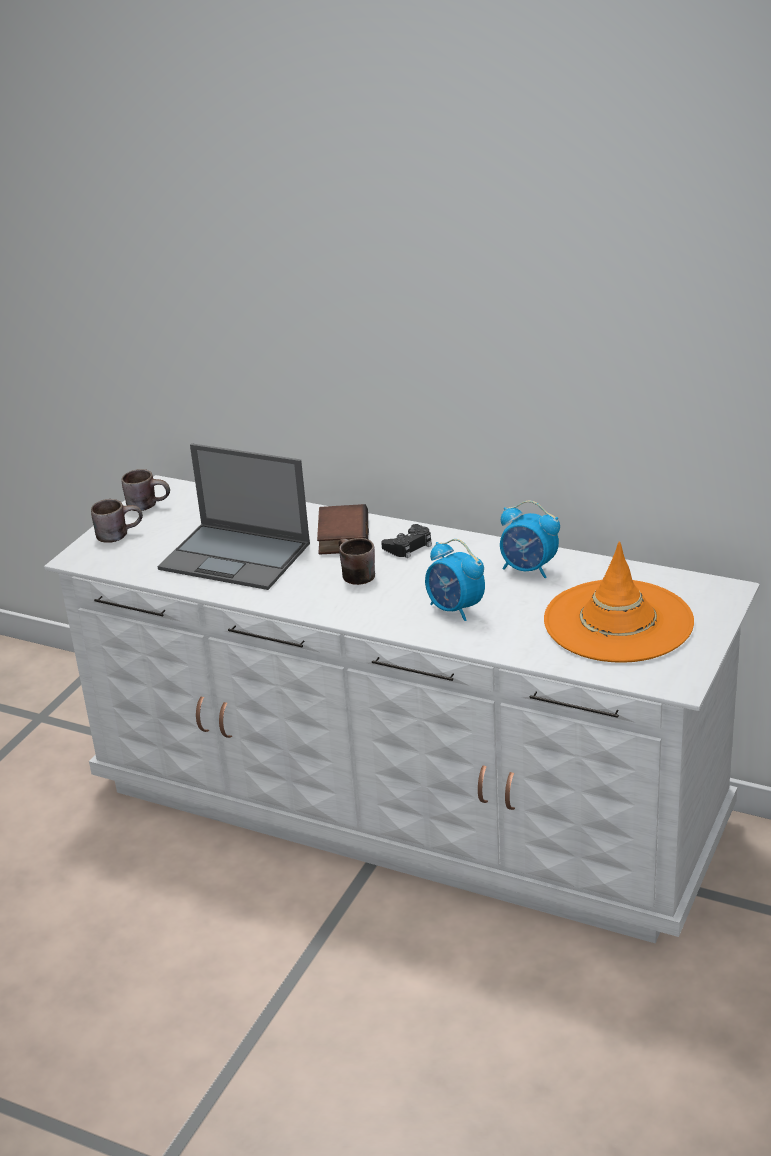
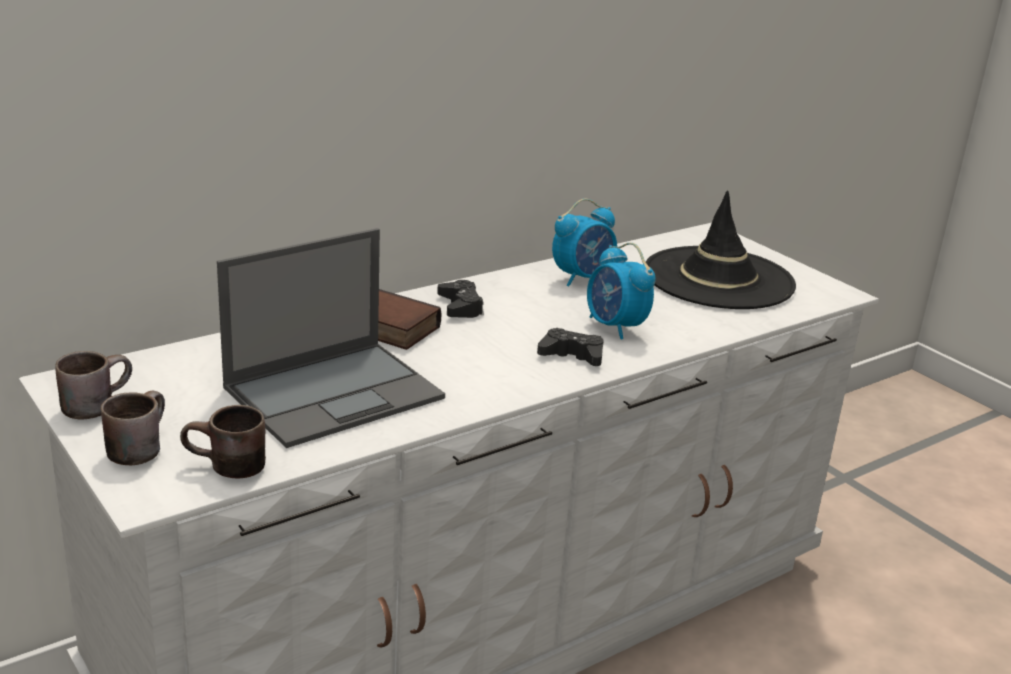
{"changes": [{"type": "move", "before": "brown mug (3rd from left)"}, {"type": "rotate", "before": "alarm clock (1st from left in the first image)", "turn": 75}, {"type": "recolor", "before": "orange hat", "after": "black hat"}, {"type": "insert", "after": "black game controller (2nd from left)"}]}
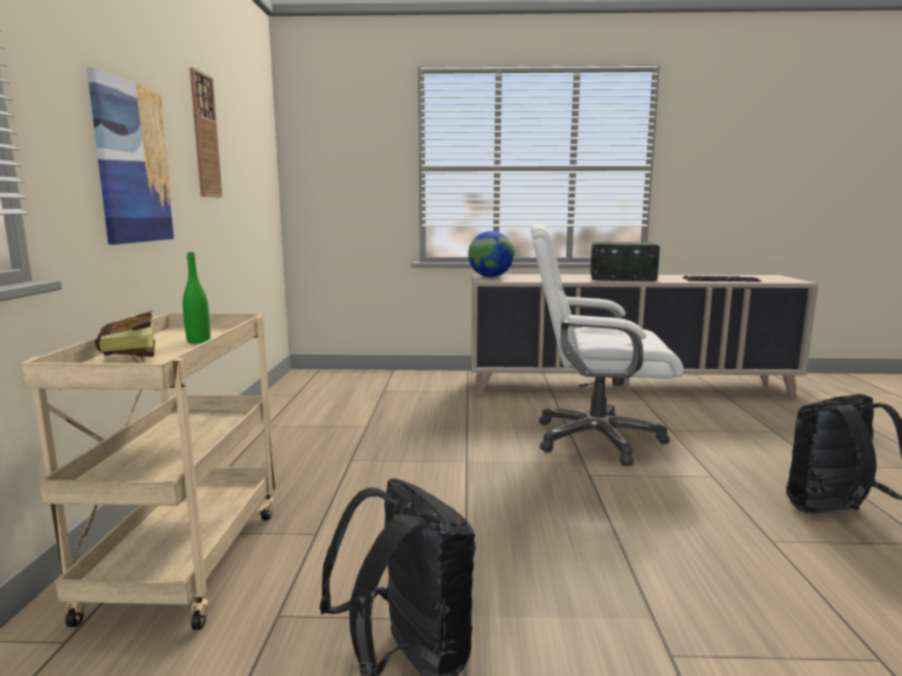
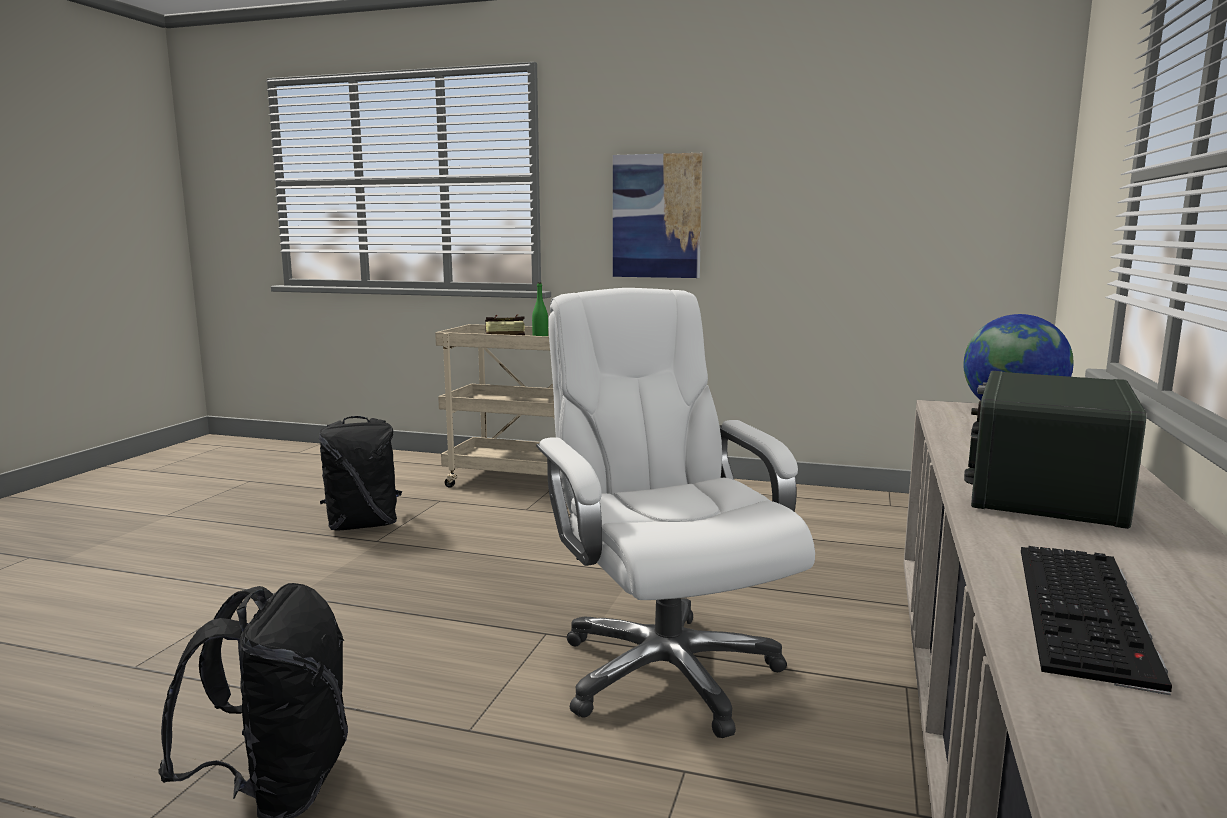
{"changes": [{"type": "delete", "before": "wall clock"}, {"type": "rotate", "before": "white office chair", "turn": -45}]}
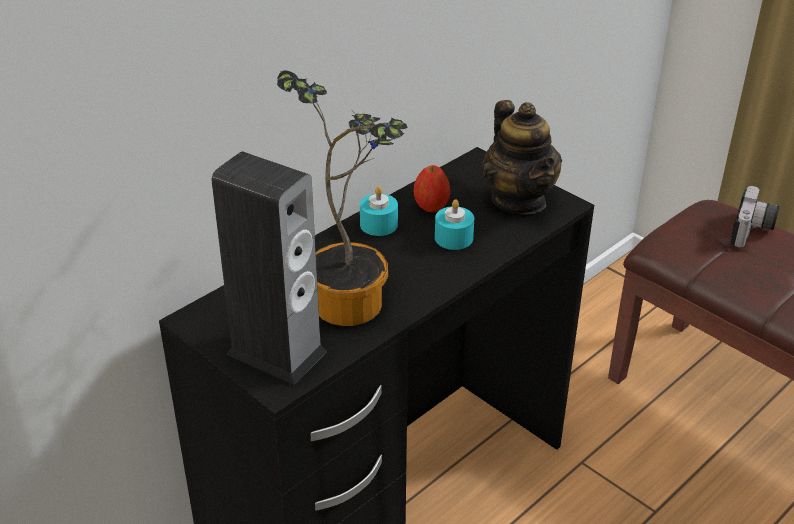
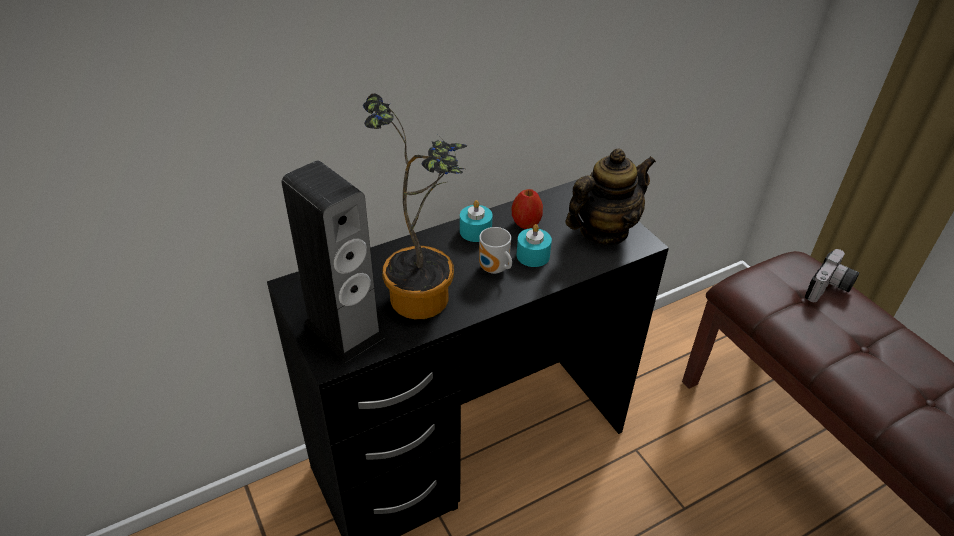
{"changes": [{"type": "rotate", "before": "teapot", "turn": -120}, {"type": "insert", "after": "mug"}]}
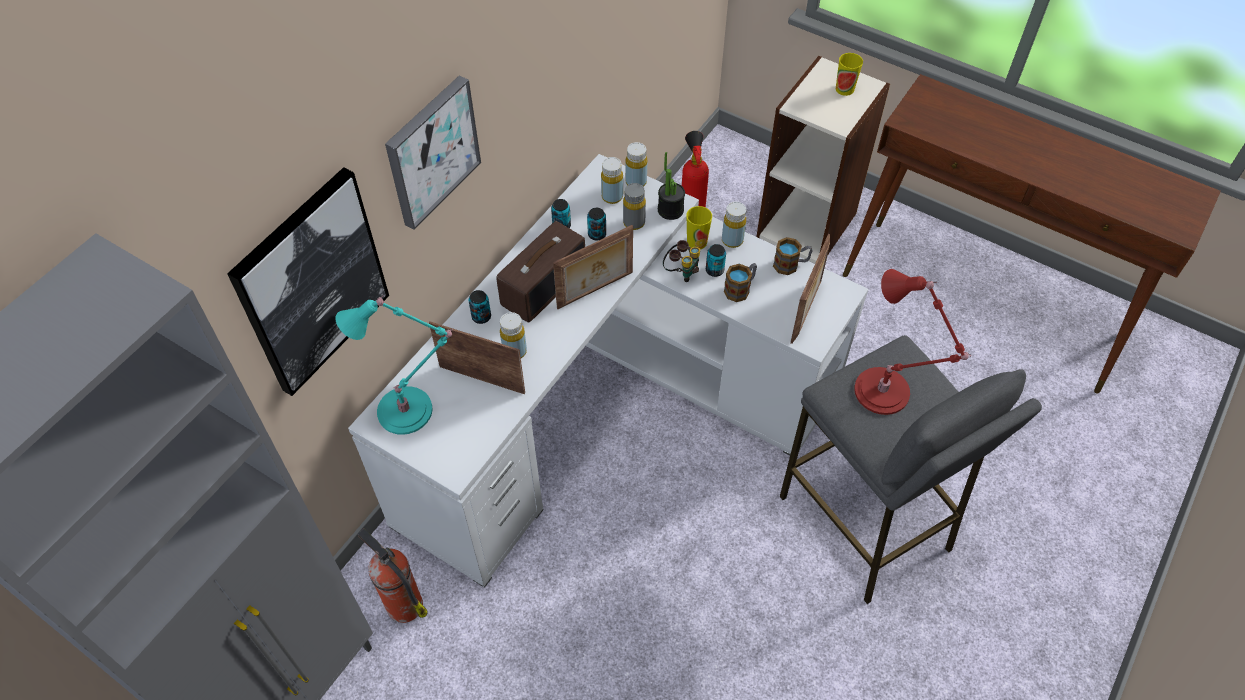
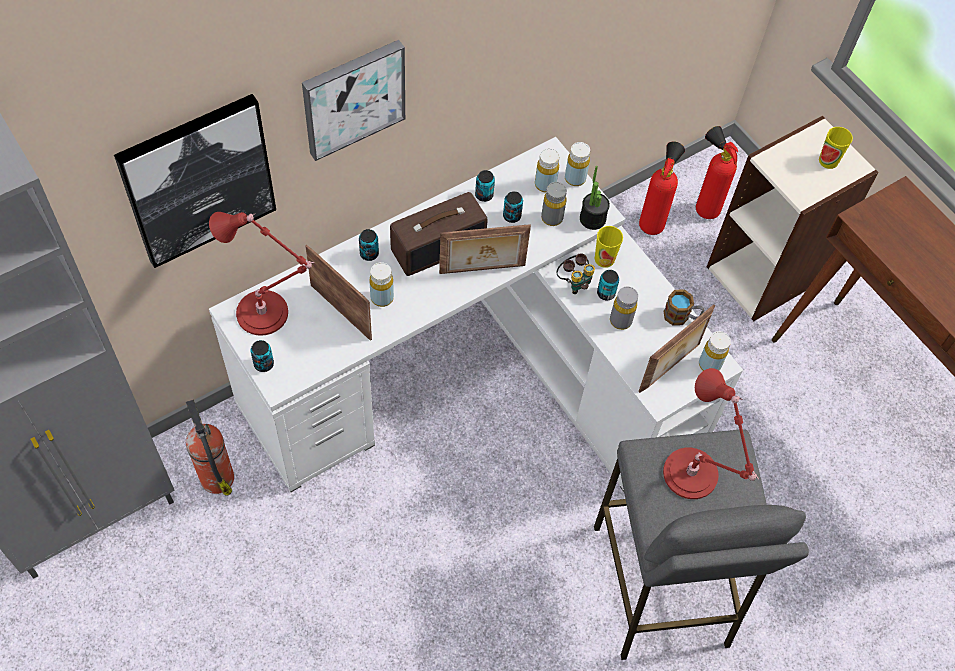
{"changes": [{"type": "recolor", "before": "turquoise table lamp", "after": "red table lamp (1st from left)"}, {"type": "move", "before": "yellow bottle (4th from left)"}, {"type": "replace", "before": "mug (1st from left)", "after": "grey bottle (2nd from left)"}, {"type": "insert", "after": "can (1st from left)"}, {"type": "insert", "after": "fire extinguisher (3rd from left)"}]}
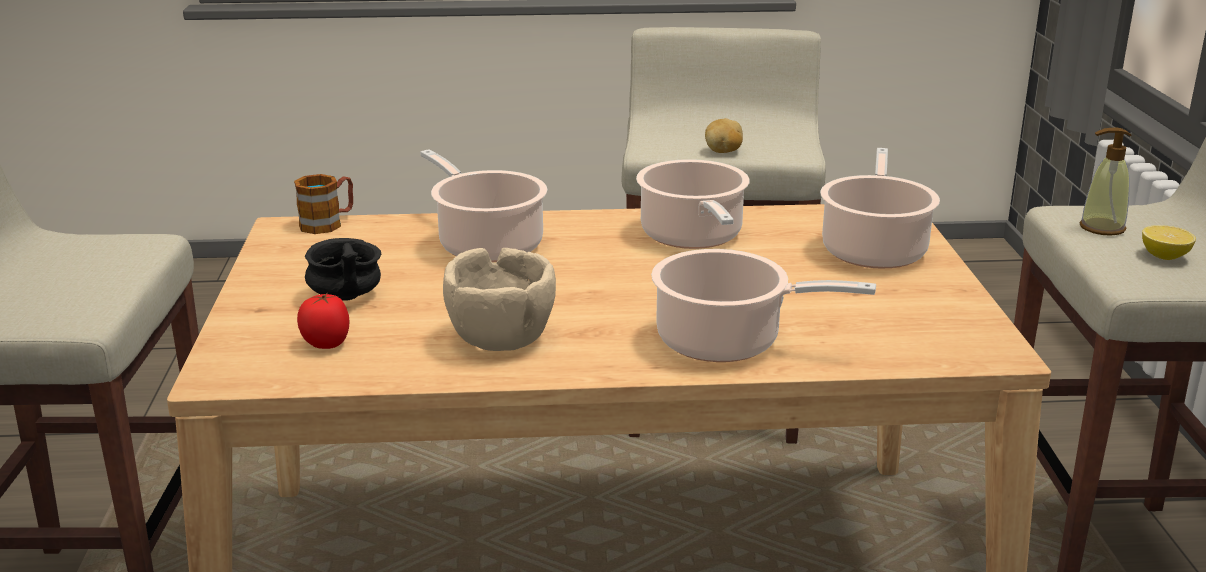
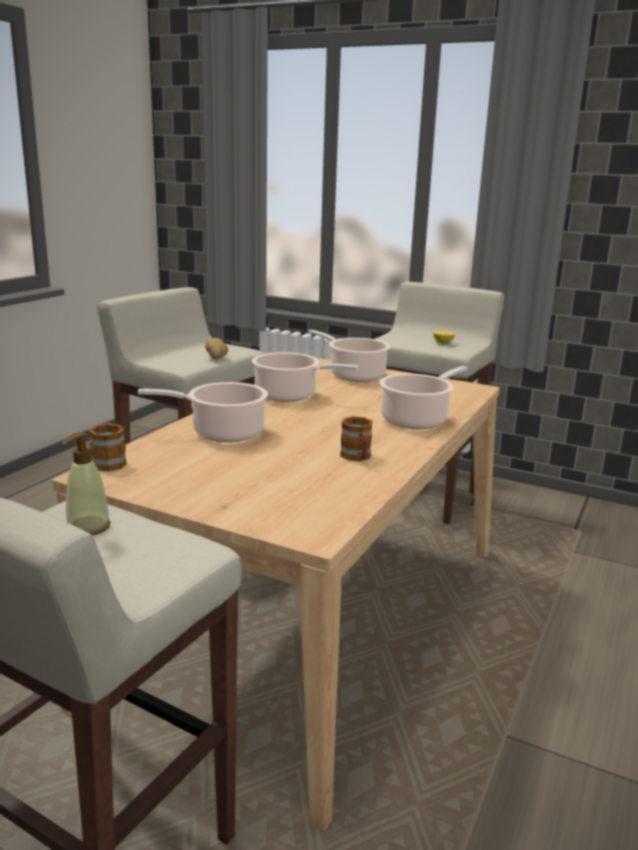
{"changes": [{"type": "delete", "before": "tomato"}, {"type": "delete", "before": "black bowl"}, {"type": "replace", "before": "beige bowl", "after": "mug (2nd from left)"}, {"type": "move", "before": "soap dispenser"}]}
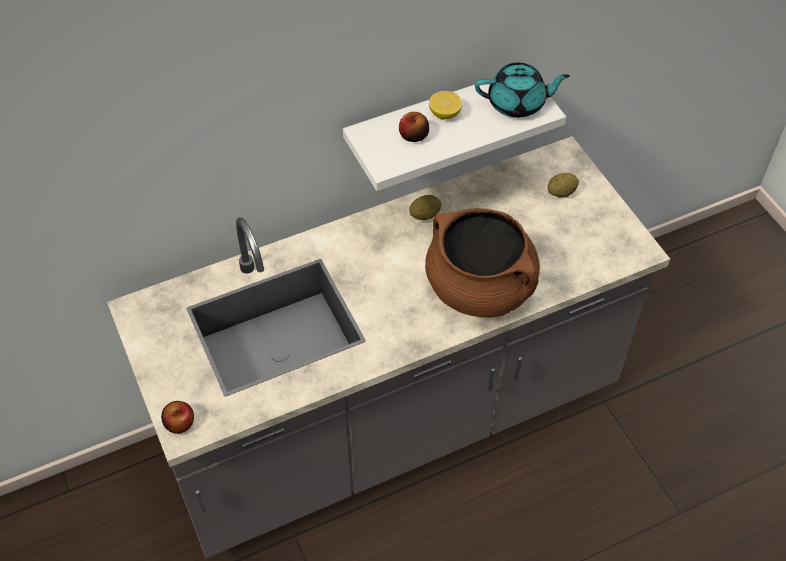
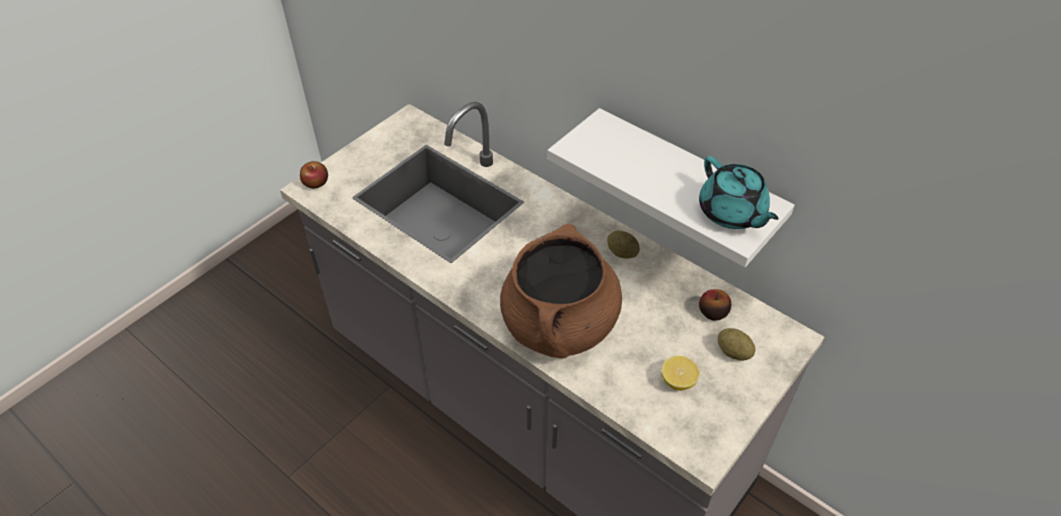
{"changes": [{"type": "move", "before": "apple (2nd from left)"}, {"type": "move", "before": "lemon"}]}
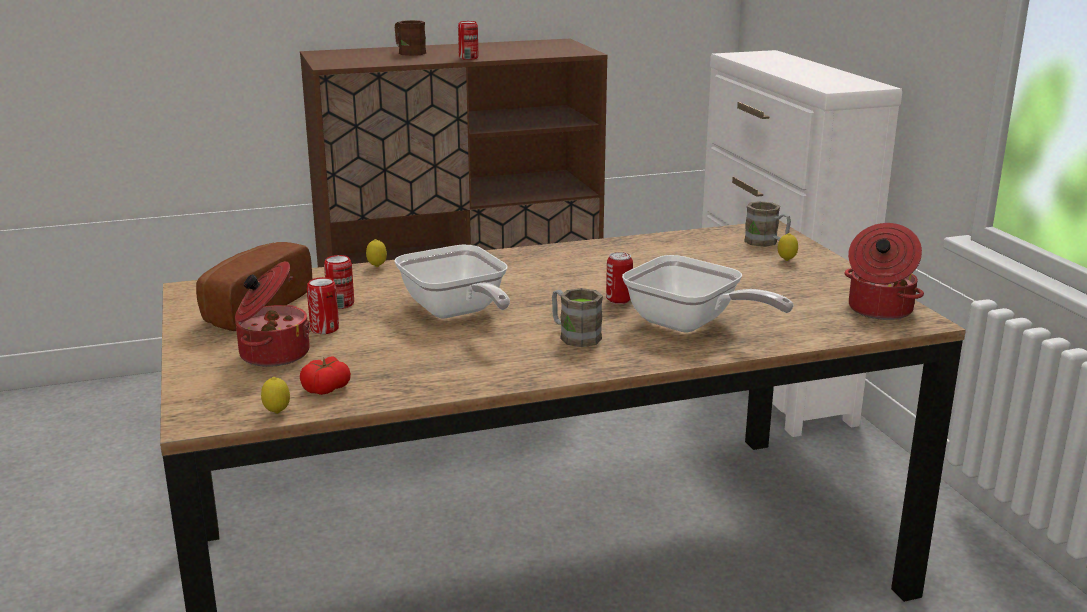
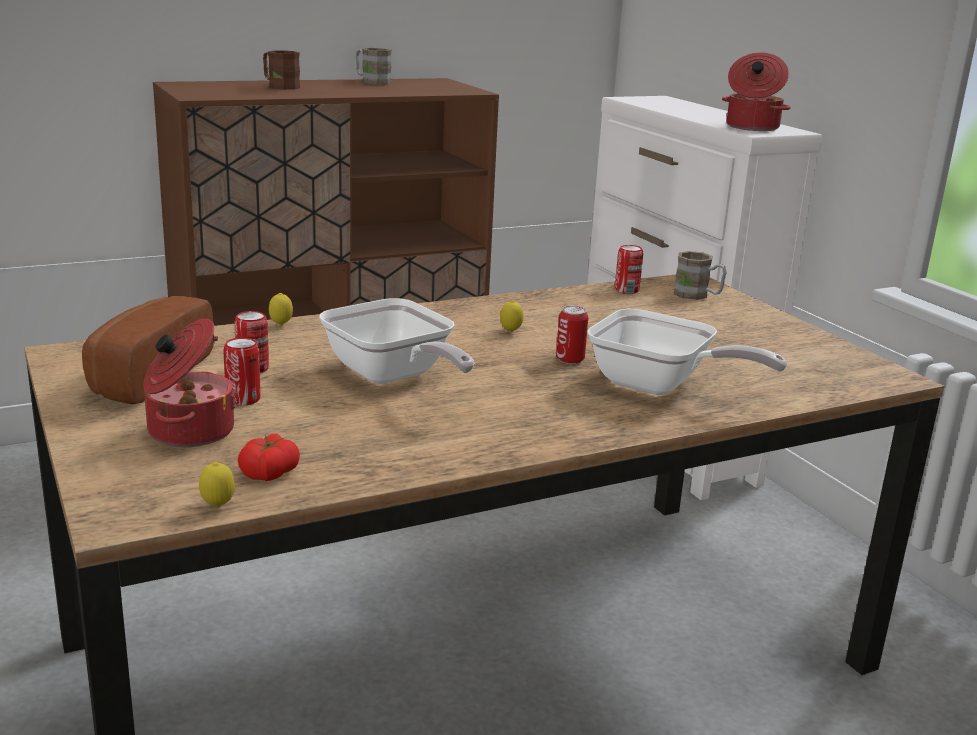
{"changes": [{"type": "move", "before": "can (3rd from left in the first image)", "after": "can (4th from left)"}, {"type": "move", "before": "brown mug (2nd from left)"}, {"type": "move", "before": "lemon (3rd from left)"}, {"type": "move", "before": "cooking pot (2nd from left)"}]}
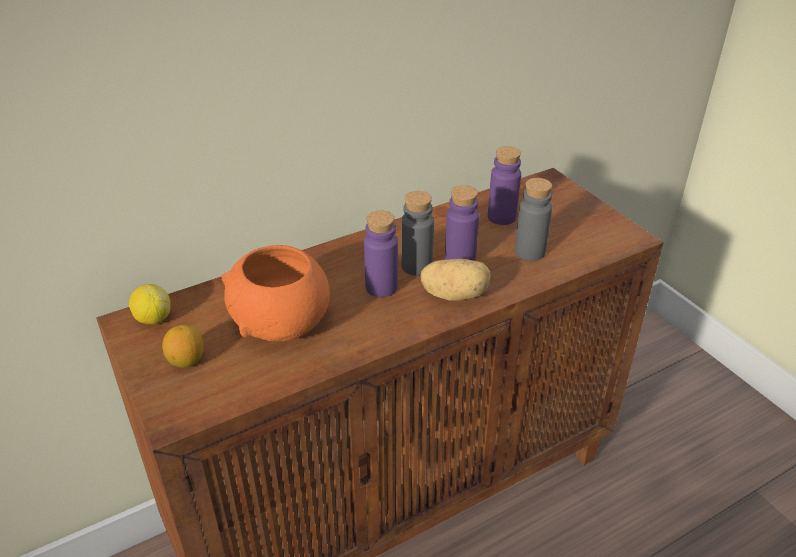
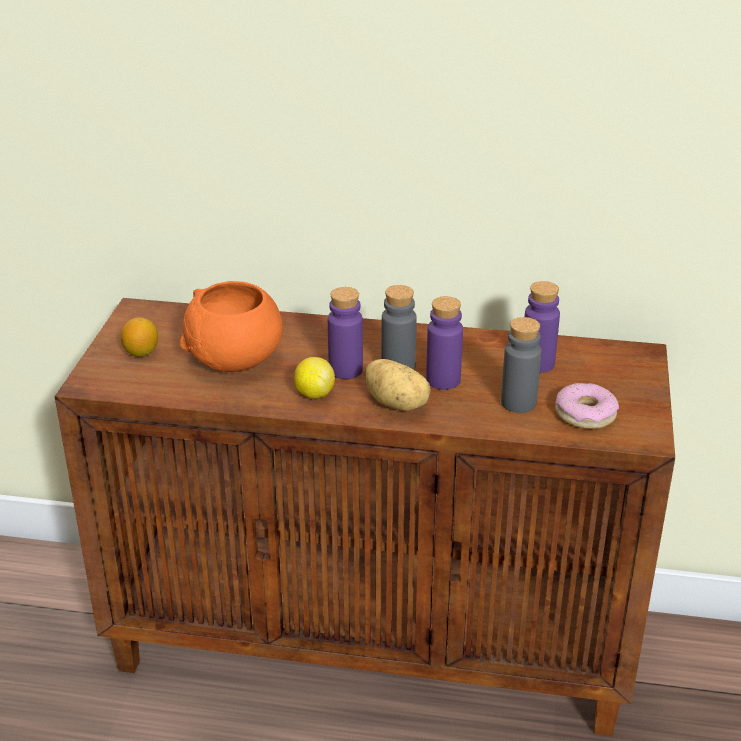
{"changes": [{"type": "move", "before": "lemon (1st from left in the first image)", "after": "lemon (2nd from left)"}, {"type": "insert", "after": "donut"}]}
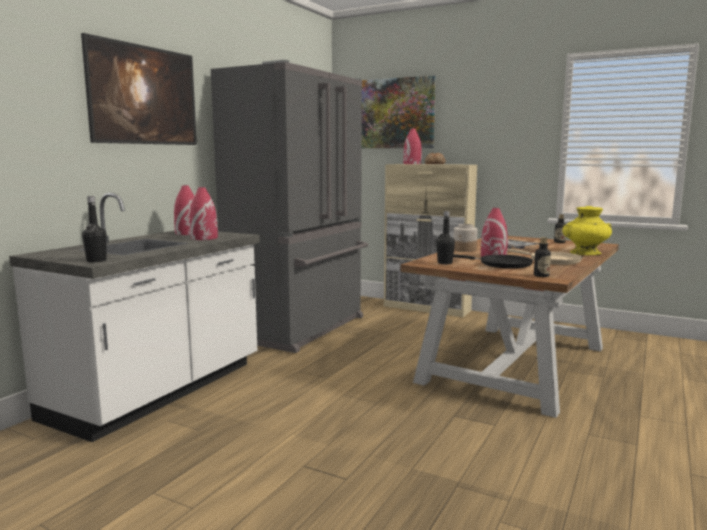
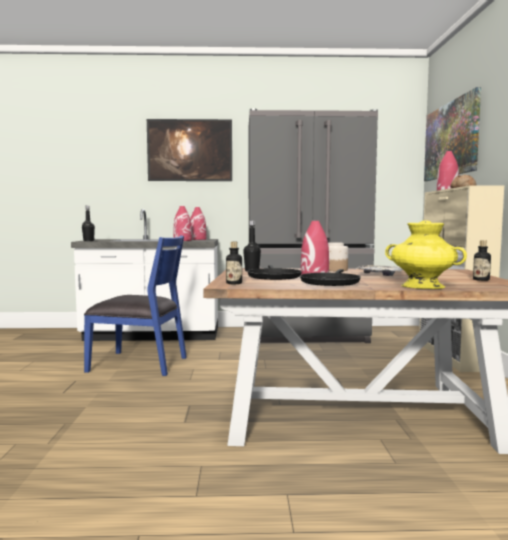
{"changes": [{"type": "recolor", "before": "beige frying pan", "after": "black frying pan (2nd from left)"}, {"type": "insert", "after": "blue chair"}]}
